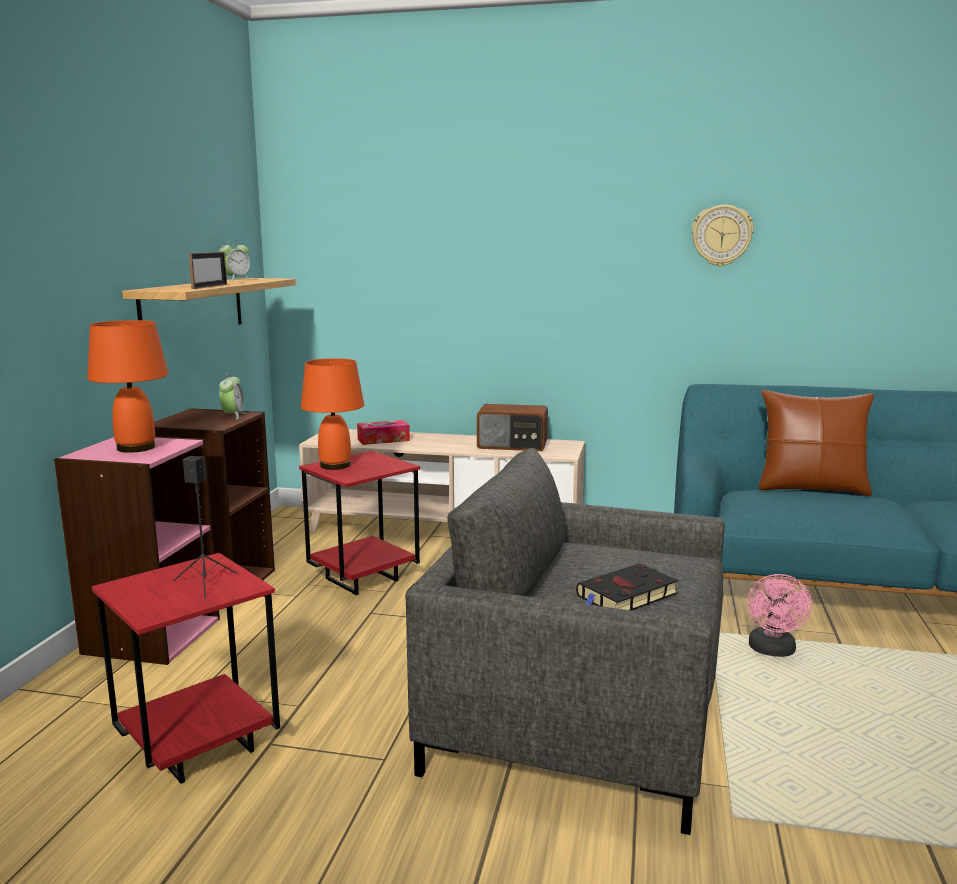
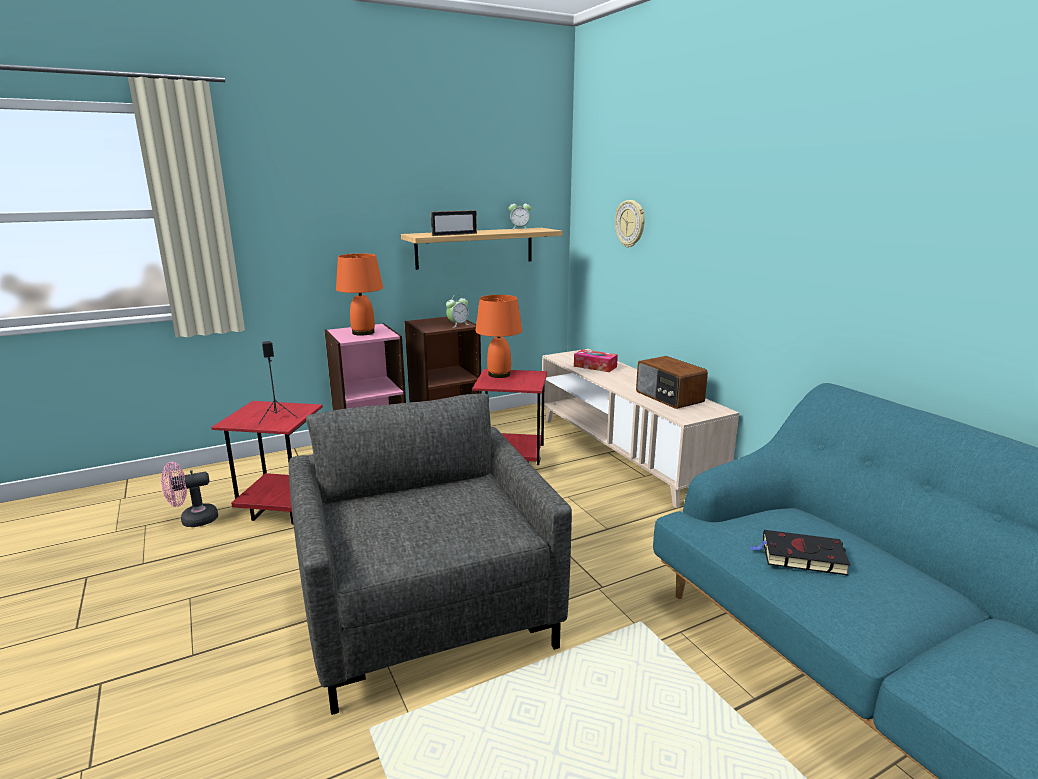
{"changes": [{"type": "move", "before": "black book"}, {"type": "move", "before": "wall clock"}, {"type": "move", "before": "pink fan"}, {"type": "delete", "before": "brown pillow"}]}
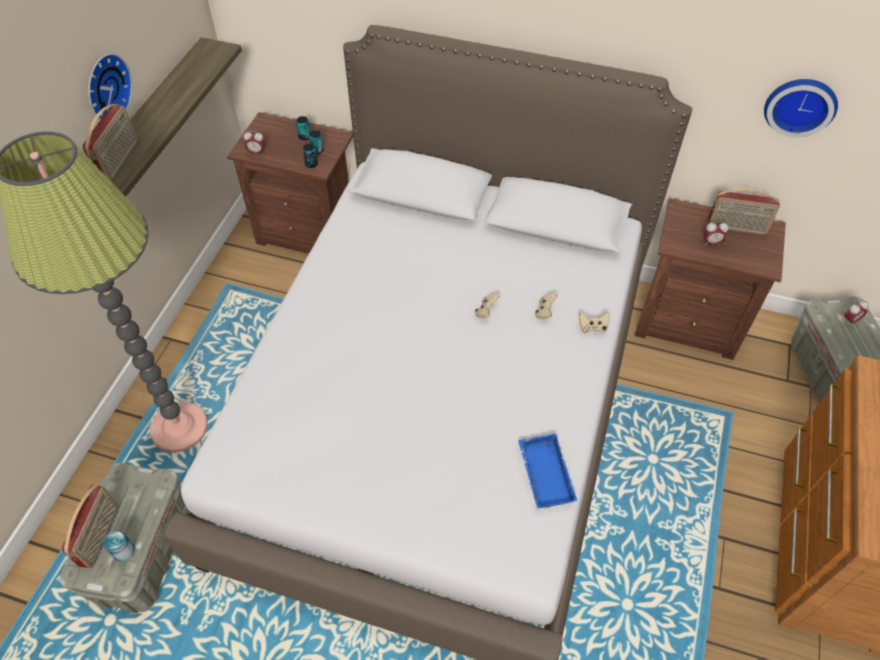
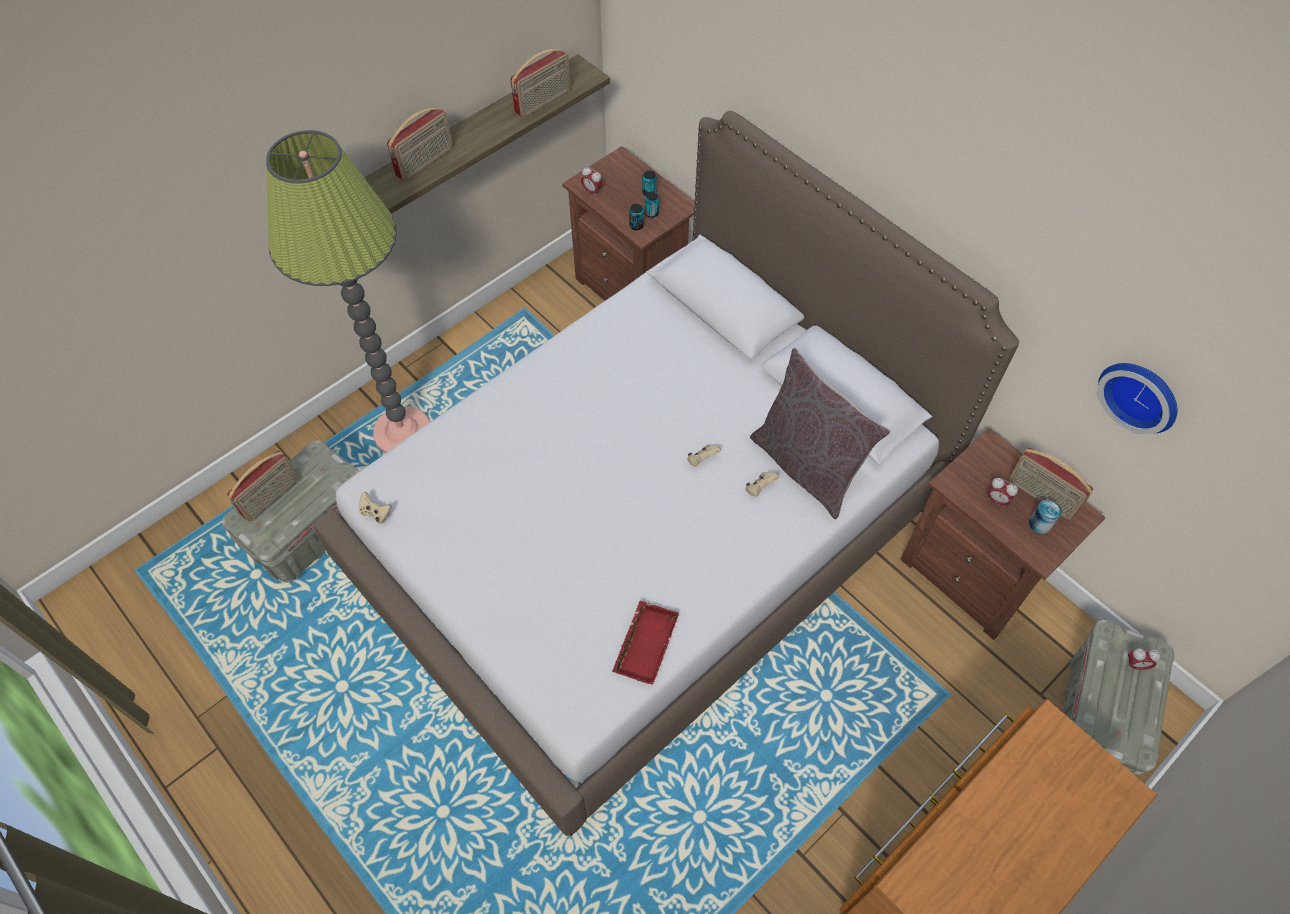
{"changes": [{"type": "delete", "before": "wall clock (1st from left)"}, {"type": "move", "before": "can (1st from left in the first image)", "after": "can (4th from left)"}, {"type": "recolor", "before": "blue tray", "after": "red tray"}, {"type": "move", "before": "beige game controller (3rd from left in the first image)", "after": "beige game controller (1st from left)"}, {"type": "insert", "after": "radio (3rd from left)"}, {"type": "insert", "after": "grey pillow"}]}
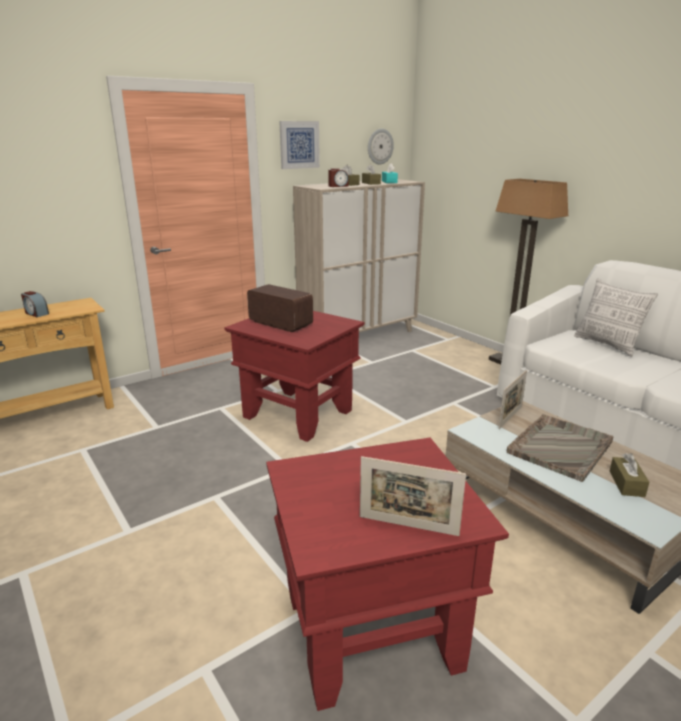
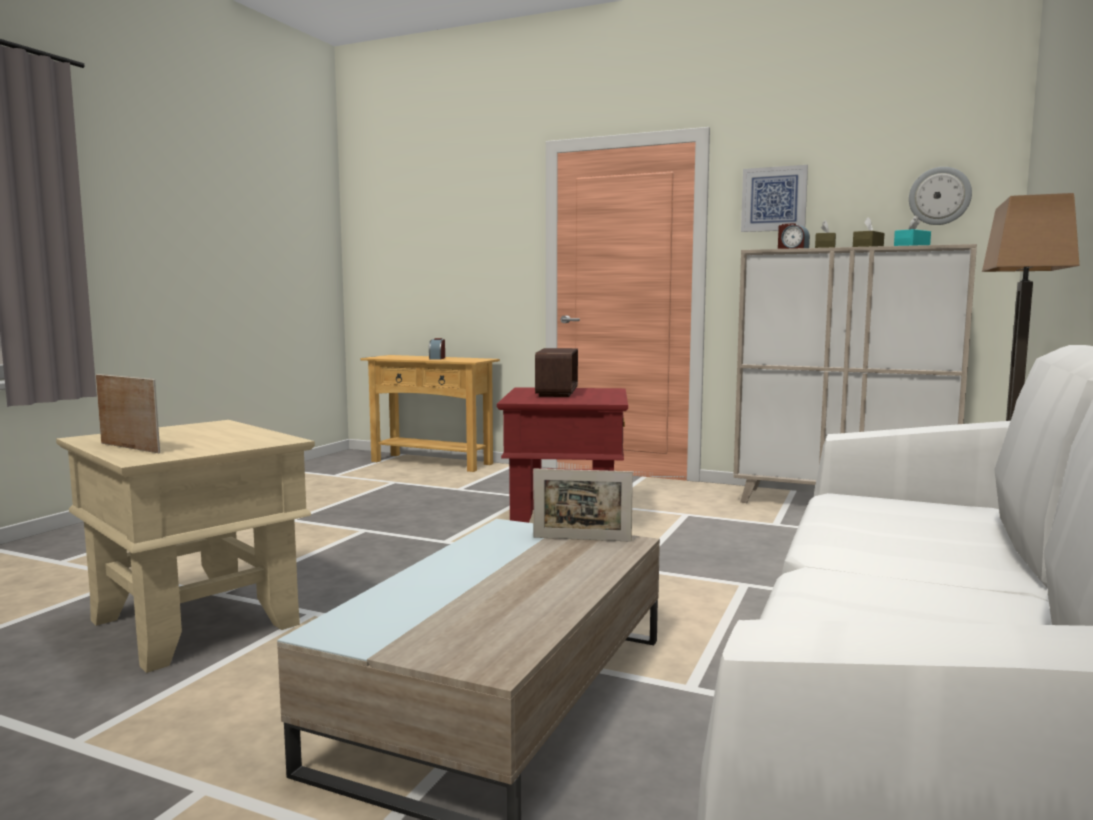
{"changes": [{"type": "recolor", "before": "red side table (2nd from left)", "after": "beige side table"}, {"type": "rotate", "before": "picture frame (1st from left)", "turn": 135}, {"type": "delete", "before": "grey tray"}, {"type": "delete", "before": "pillow"}, {"type": "delete", "before": "brown tissue box (3rd from left)"}]}
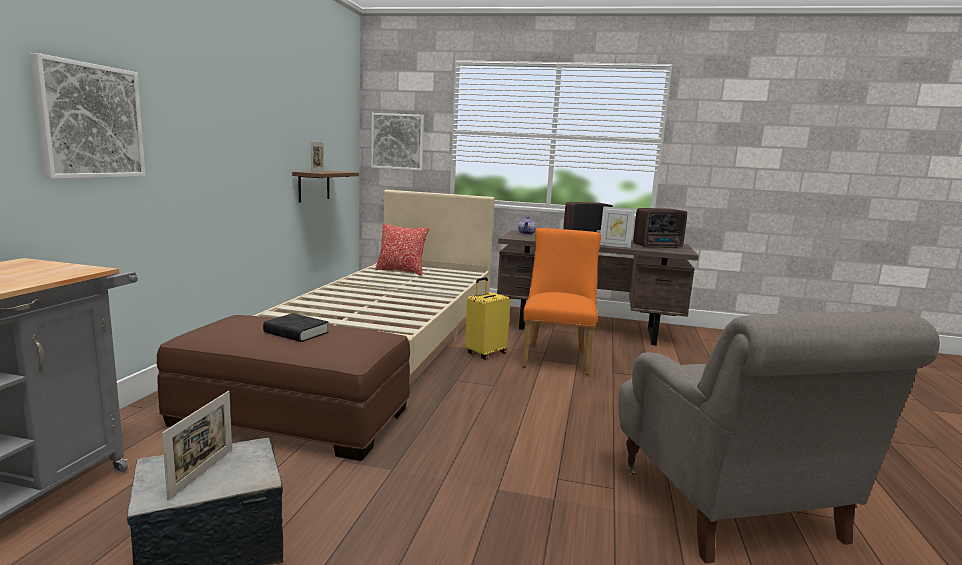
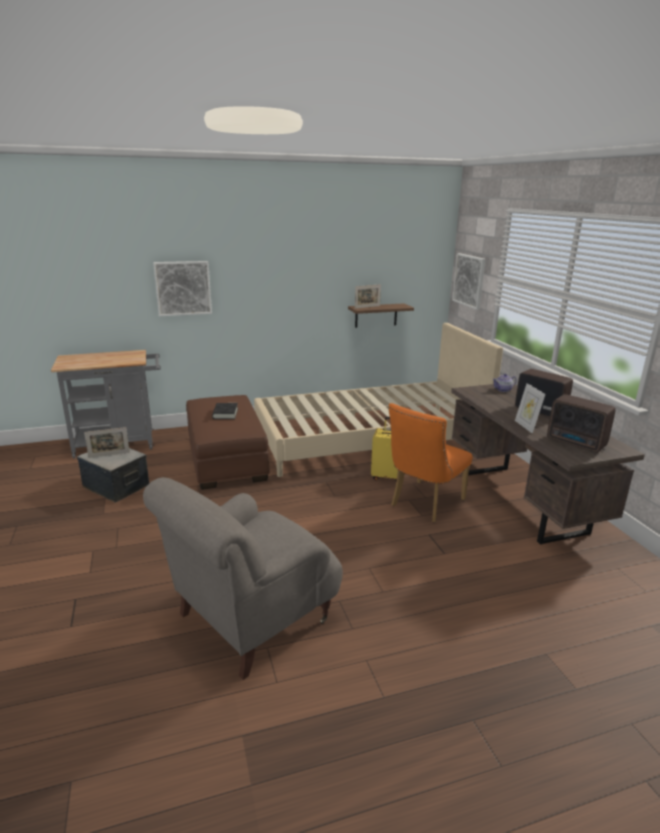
{"changes": [{"type": "delete", "before": "pillow"}, {"type": "rotate", "before": "orange chair", "turn": 150}]}
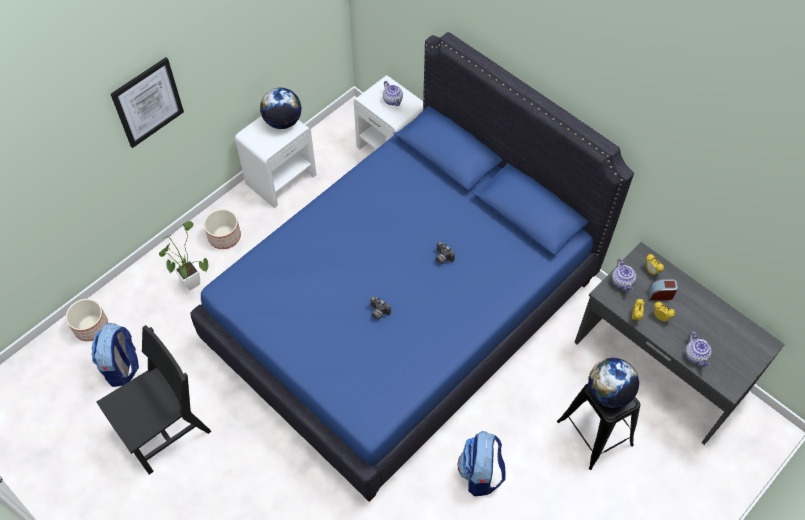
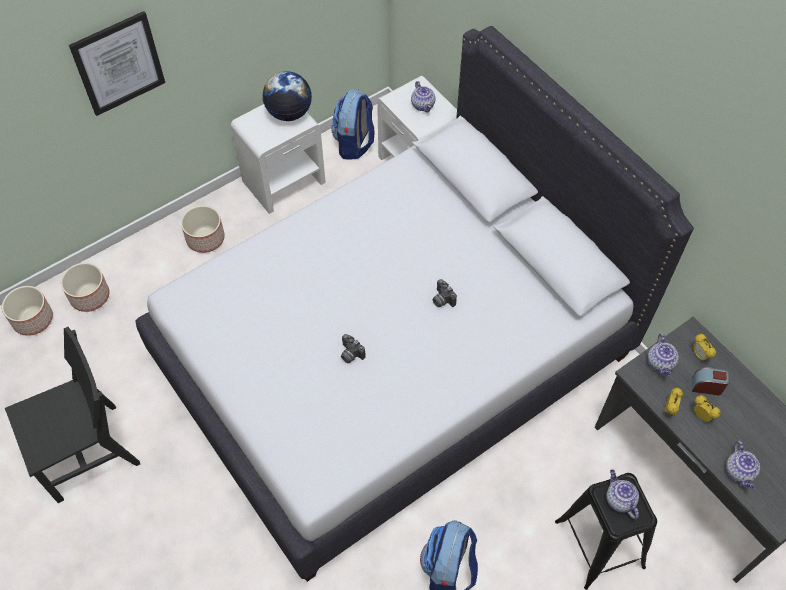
{"changes": [{"type": "move", "before": "backpack (1st from left)"}, {"type": "delete", "before": "potted plant"}, {"type": "recolor", "before": "blue bed", "after": "white bed"}, {"type": "replace", "before": "globe (2nd from left)", "after": "teapot (2nd from left)"}, {"type": "insert", "after": "planter (2nd from left)"}]}
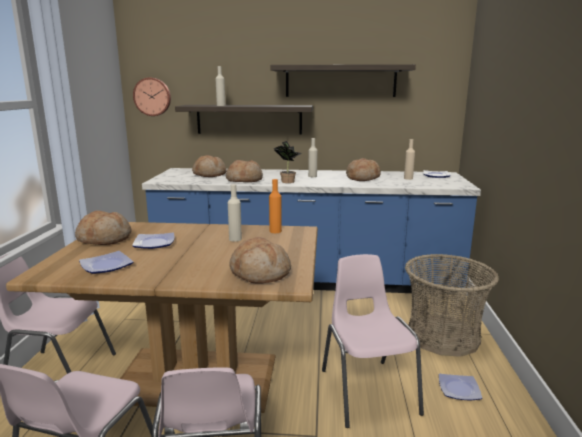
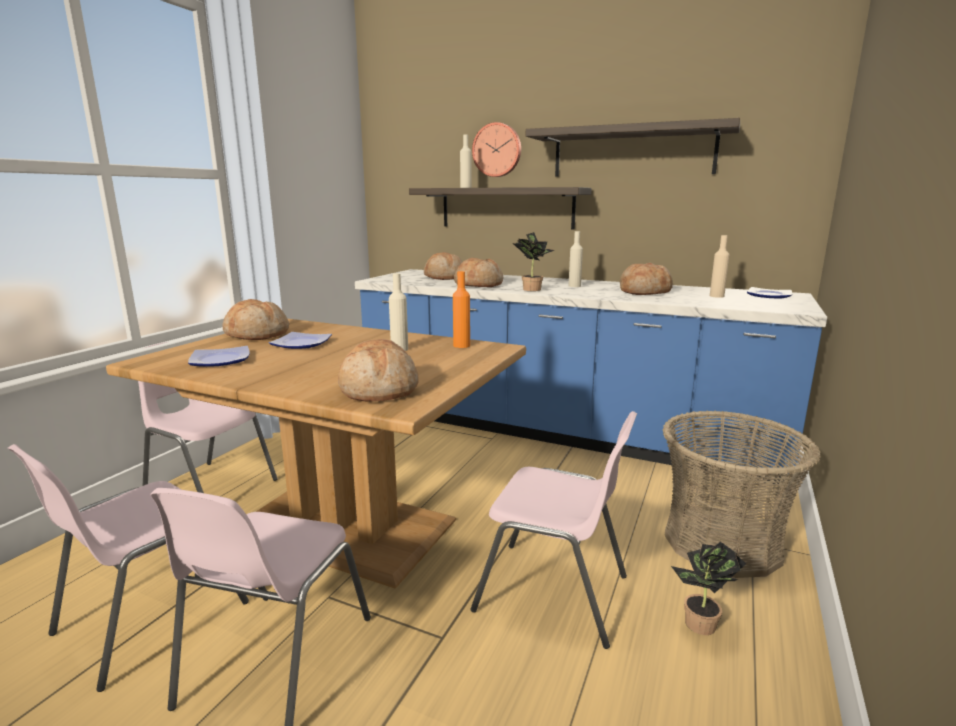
{"changes": [{"type": "move", "before": "wall clock"}, {"type": "rotate", "before": "pink chair (4th from left)", "turn": 105}, {"type": "replace", "before": "plate (4th from left)", "after": "potted plant (2nd from left)"}]}
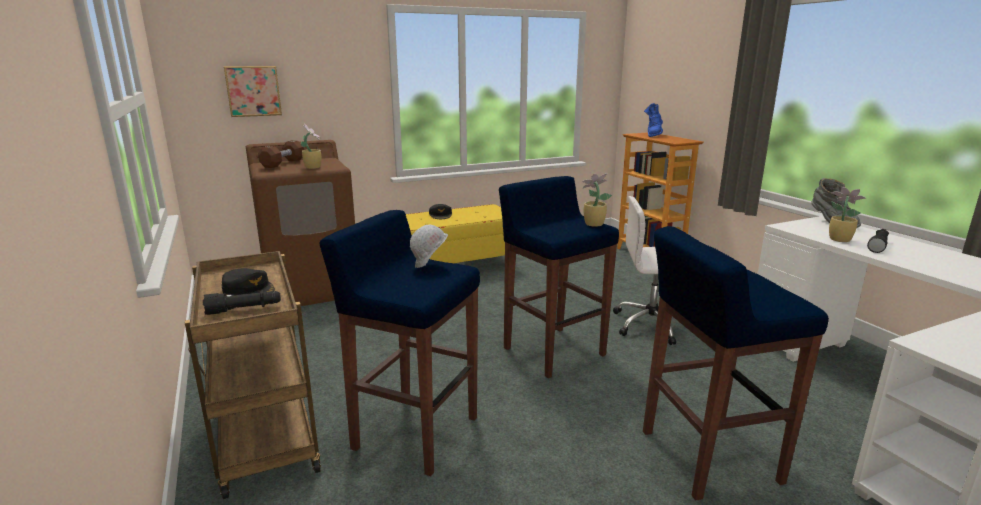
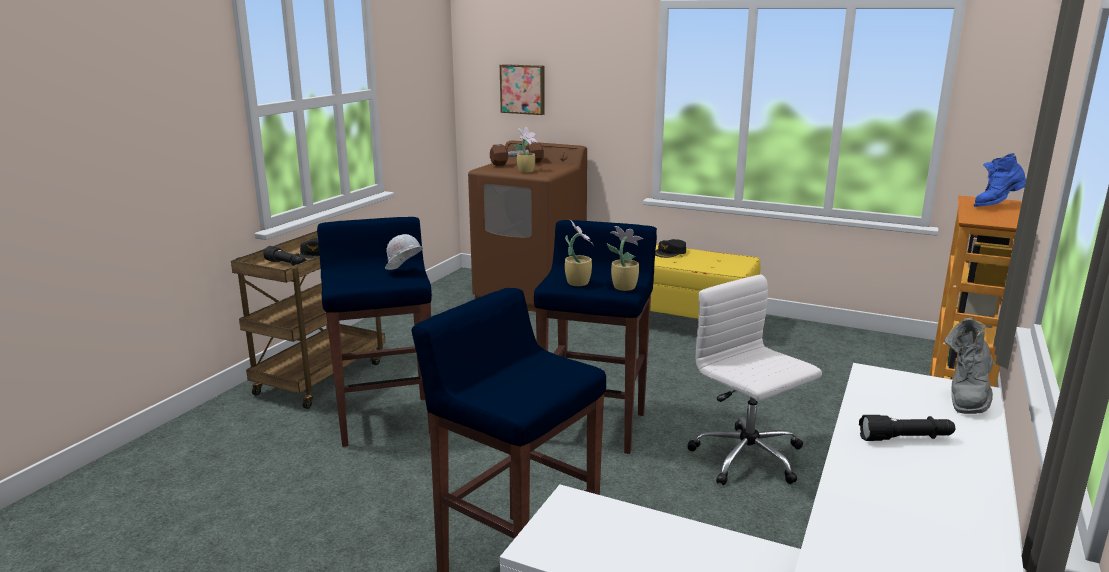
{"changes": [{"type": "move", "before": "potted plant (3rd from left in the first image)", "after": "potted plant (2nd from left)"}]}
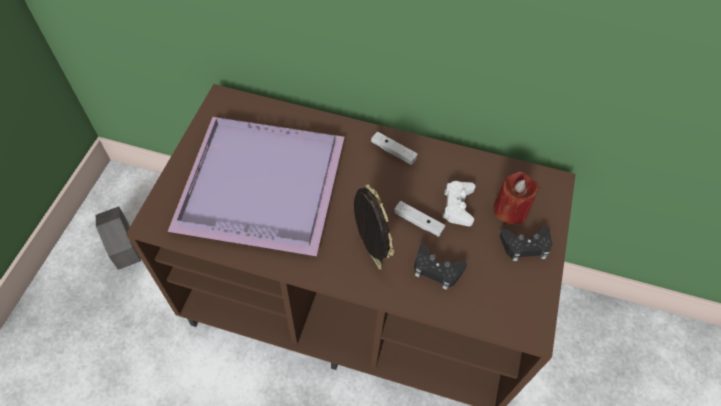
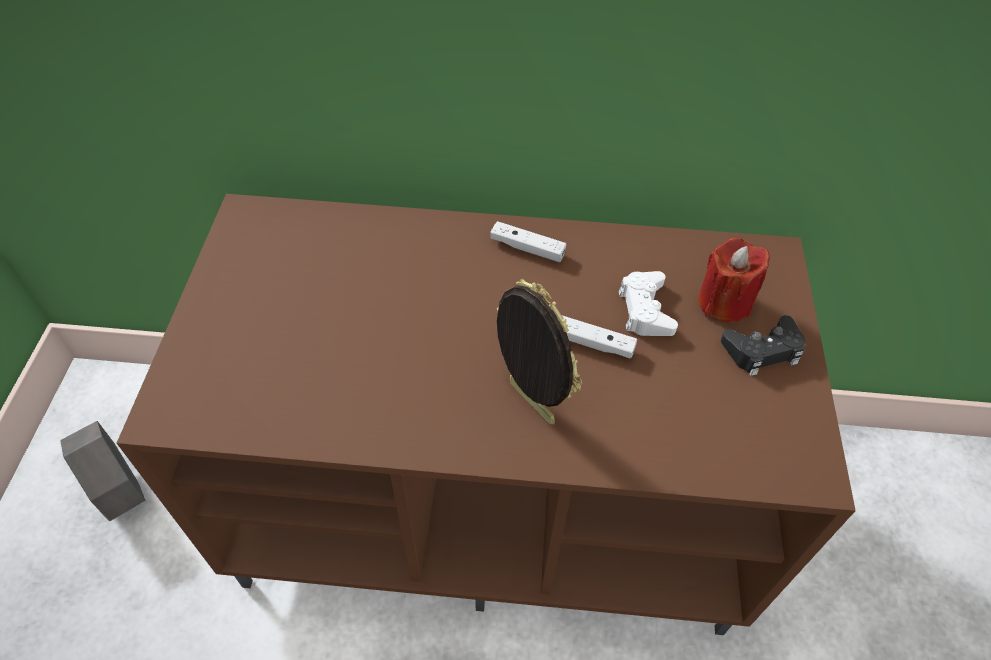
{"changes": [{"type": "delete", "before": "purple tray"}, {"type": "delete", "before": "black game controller (1st from left)"}]}
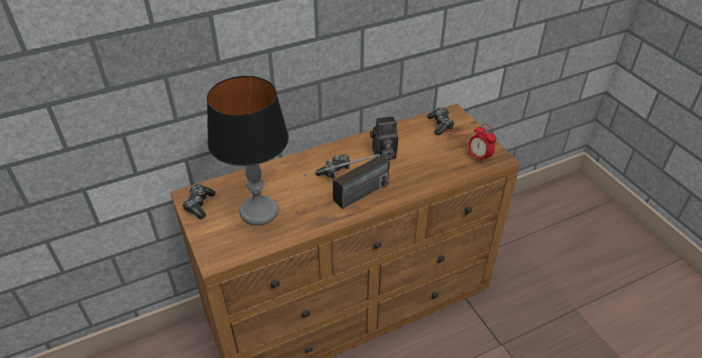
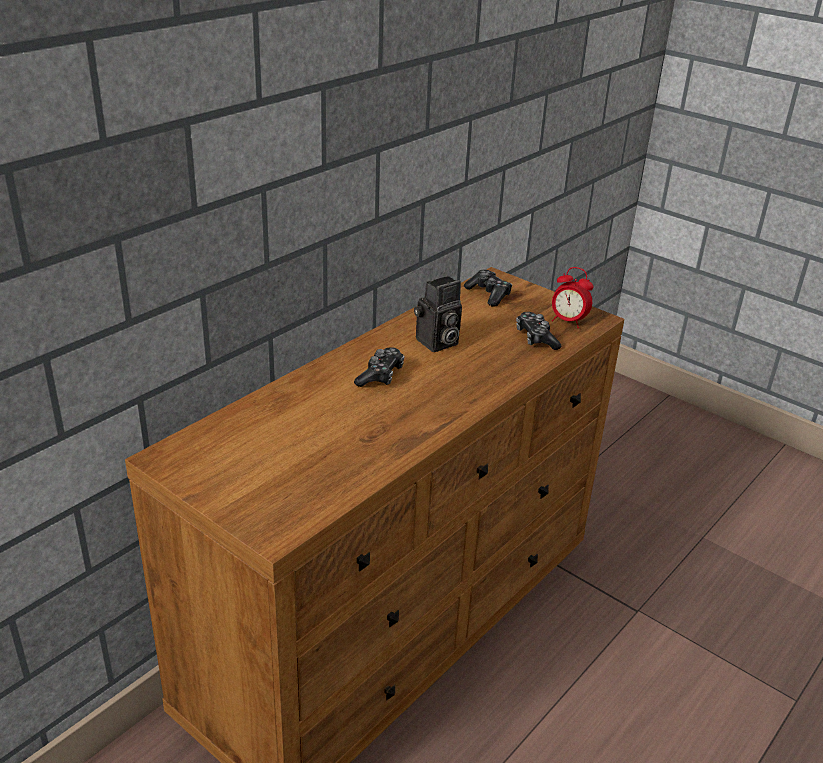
{"changes": [{"type": "move", "before": "game controller (1st from left in the first image)", "after": "game controller (3rd from left)"}, {"type": "delete", "before": "table lamp"}, {"type": "delete", "before": "radio"}]}
